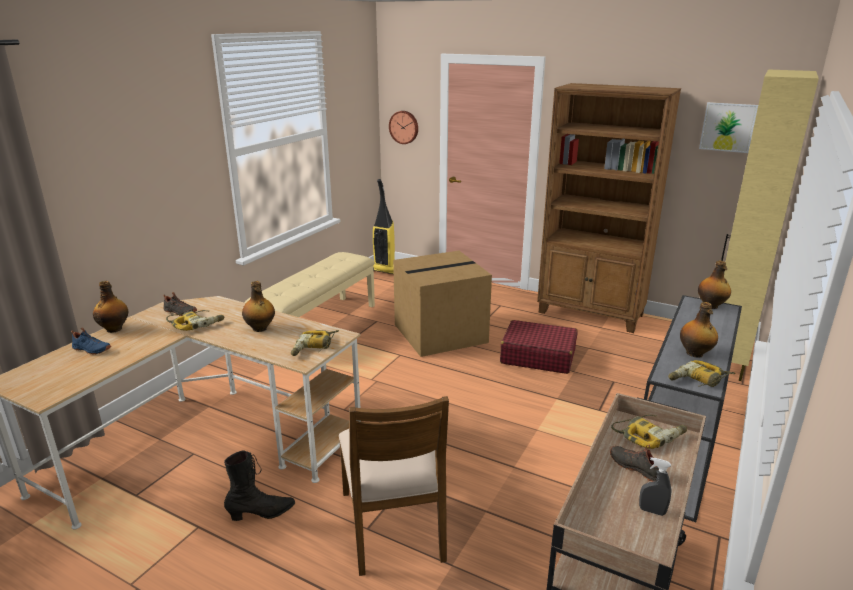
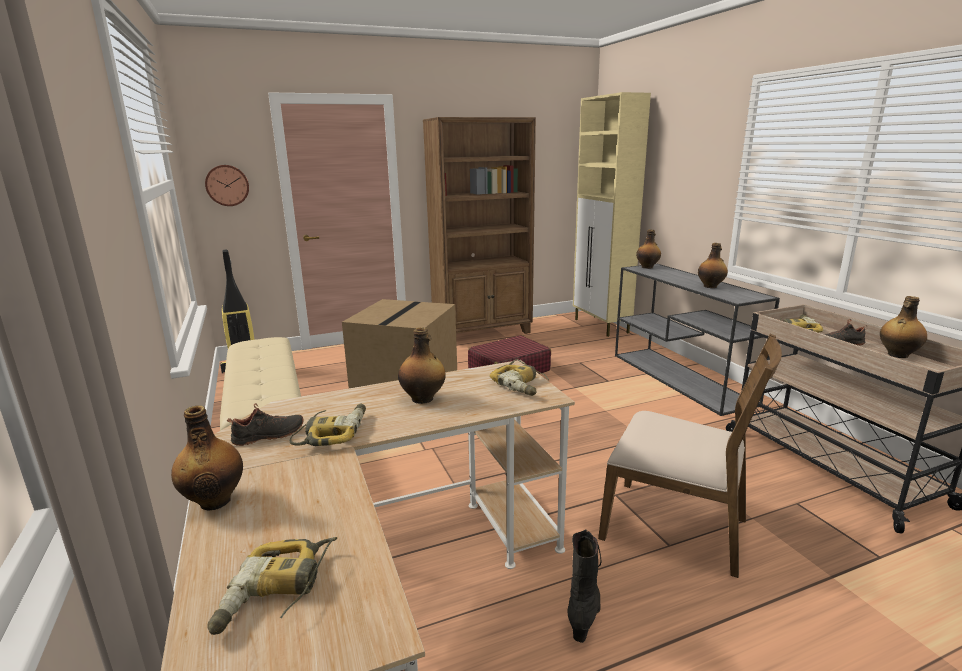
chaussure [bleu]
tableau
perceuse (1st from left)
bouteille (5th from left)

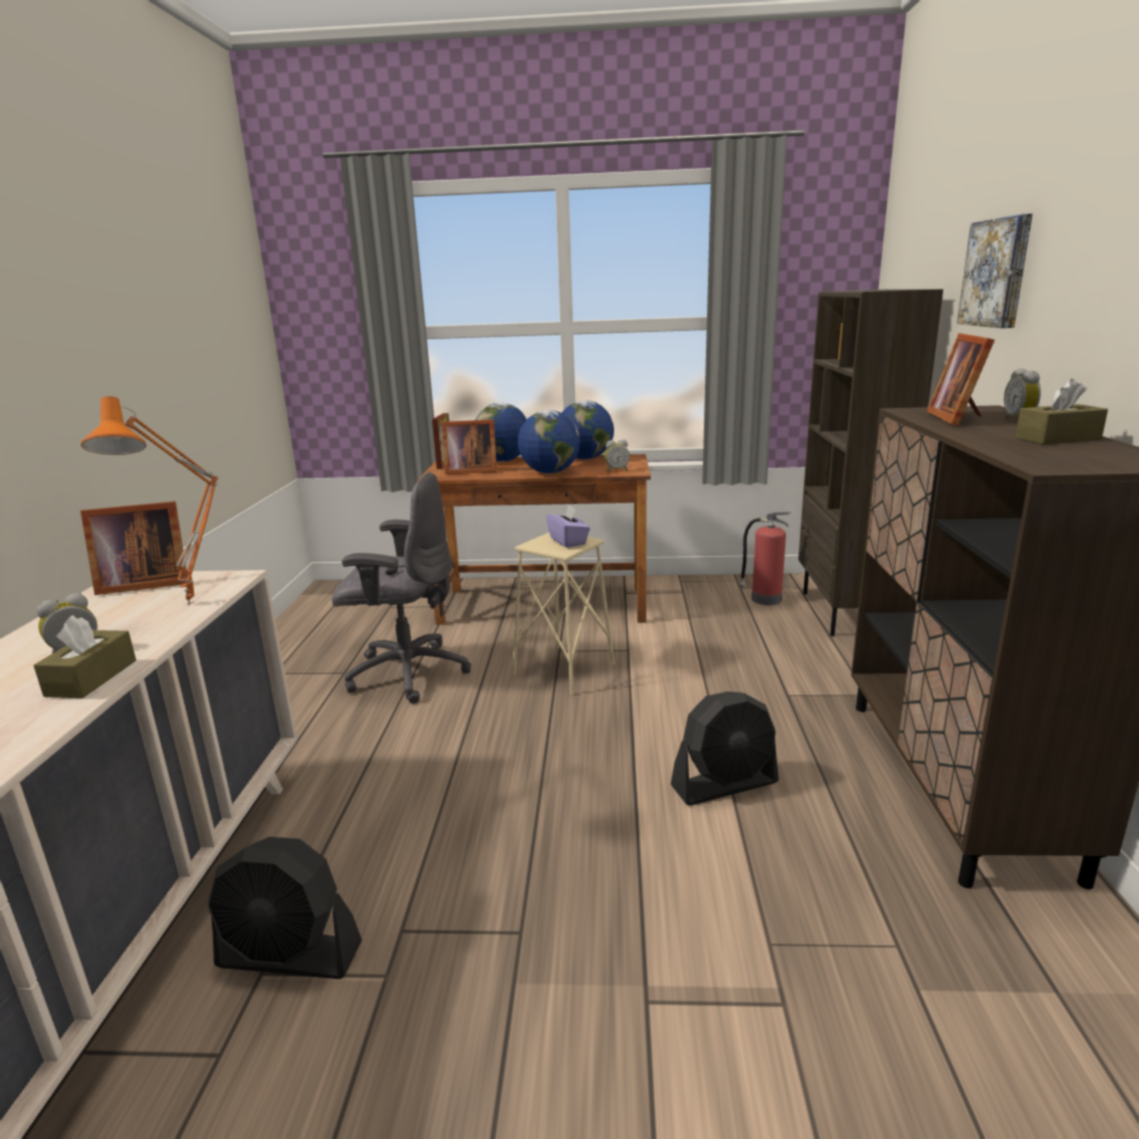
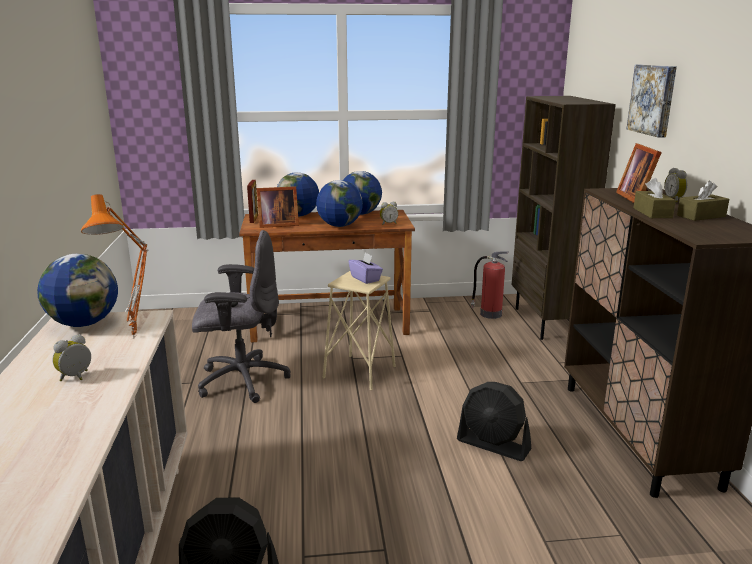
boîte à mouchoirs [marron] (1st from left)
globe (1st from left)
ventilateur [noir] (2nd from left)

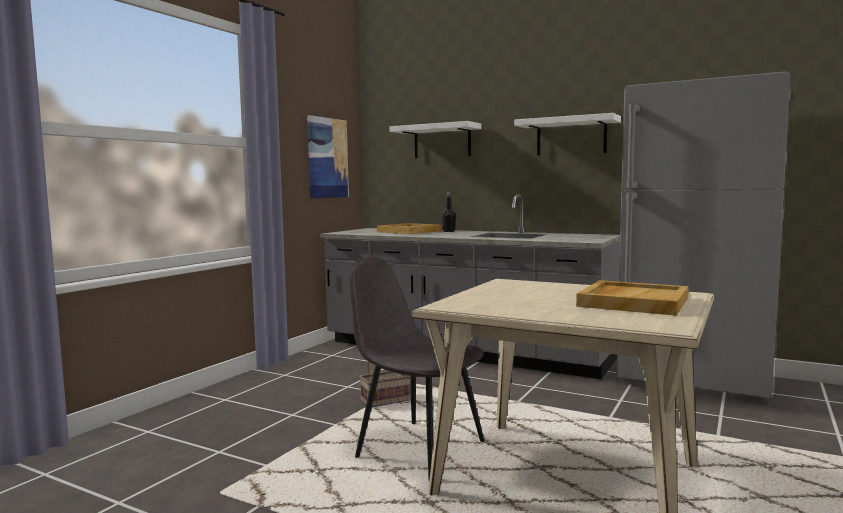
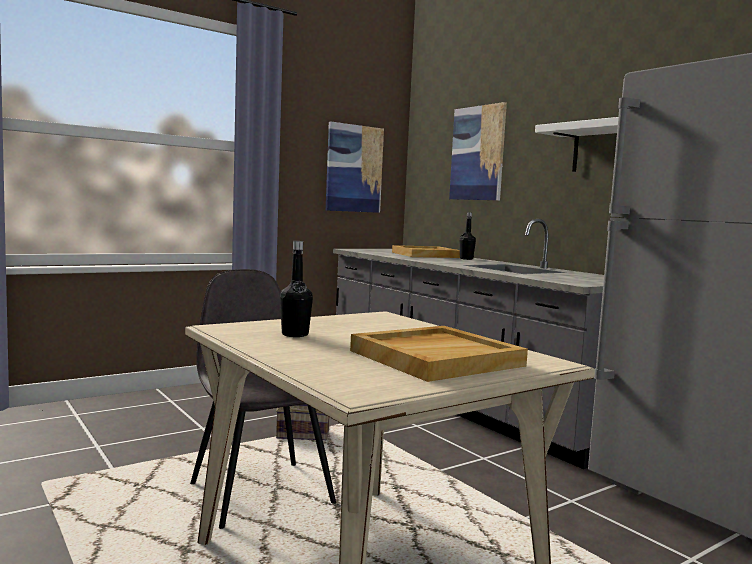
bouteille [noir] (1st from left)
tableau (2nd from left)

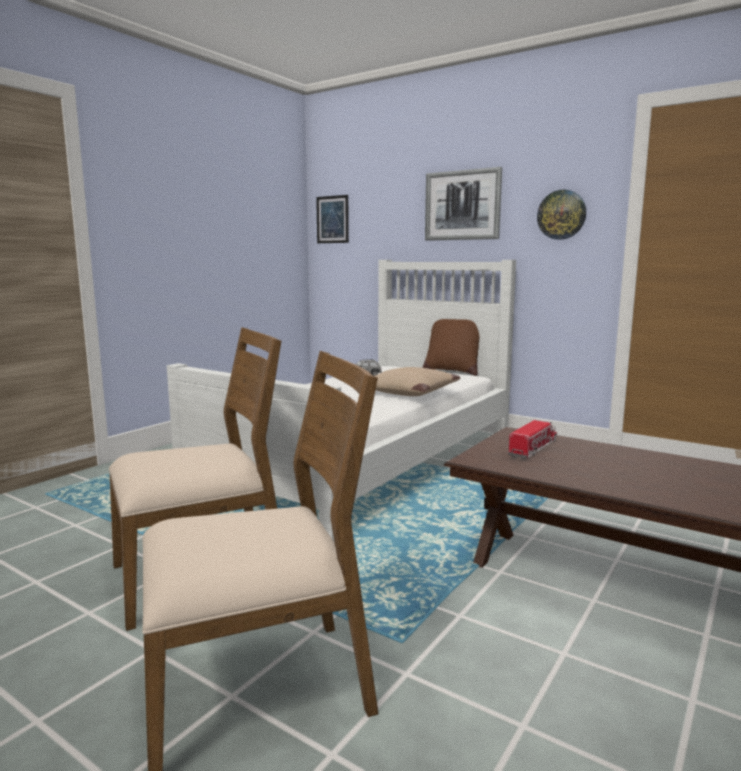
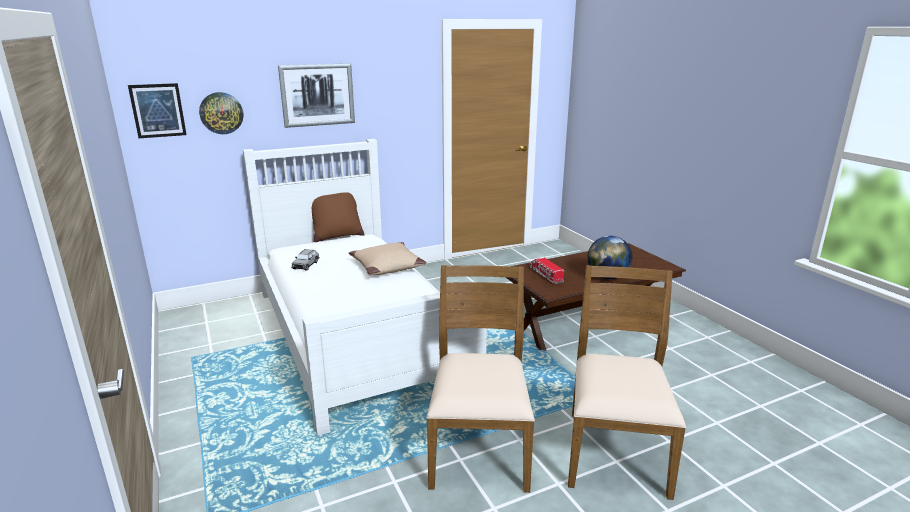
globe
horloge murale

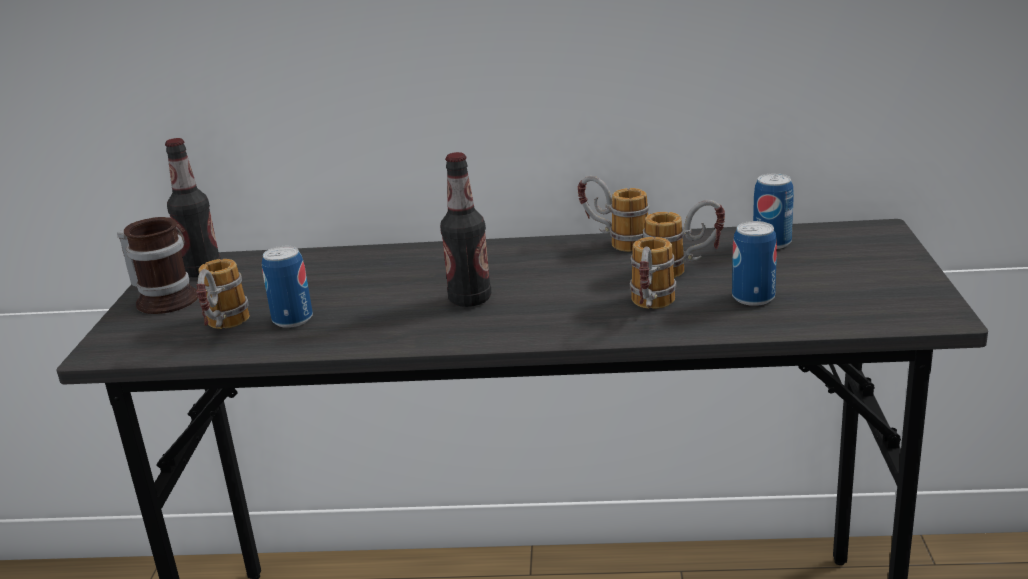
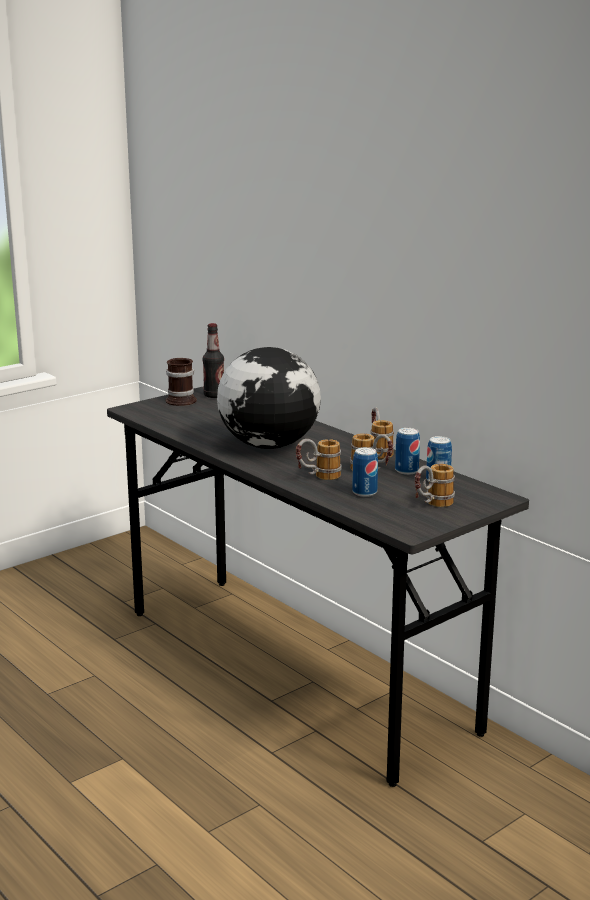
mug (5th from left)
boîte métallique (2nd from left)
globe

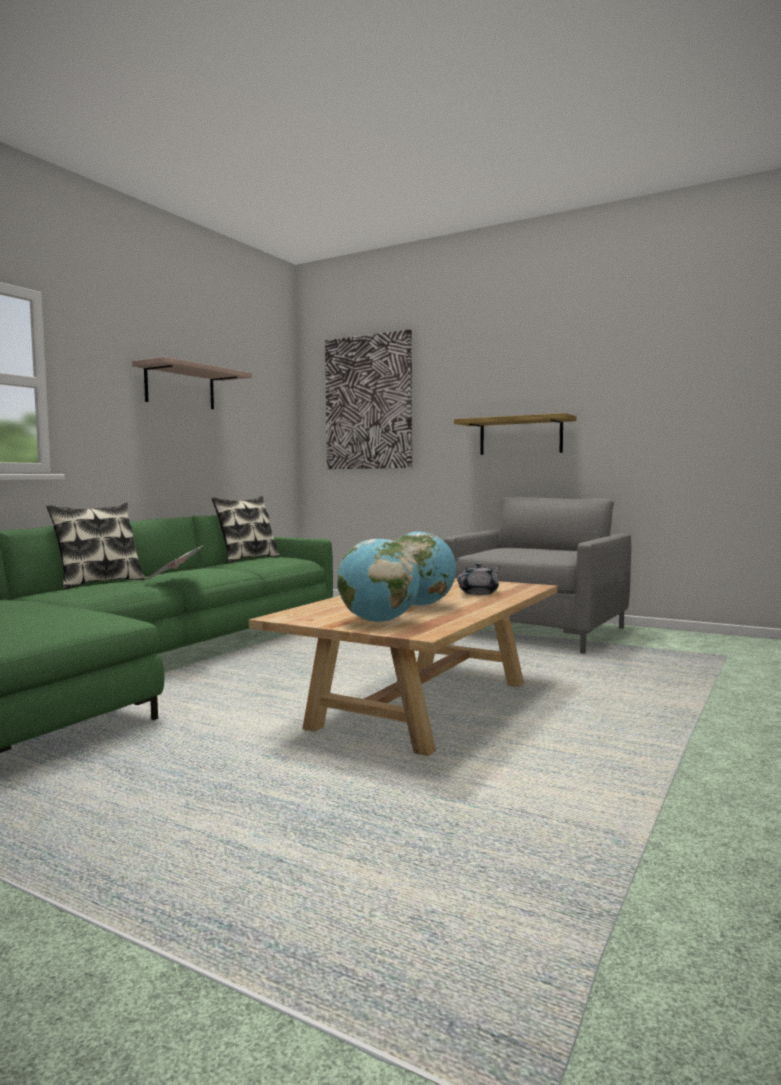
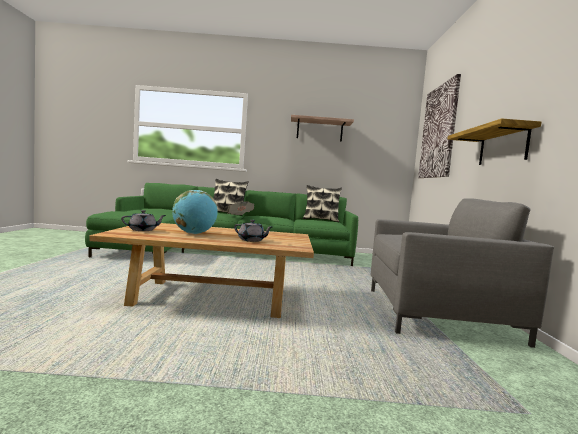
théière [gris] (1st from left)

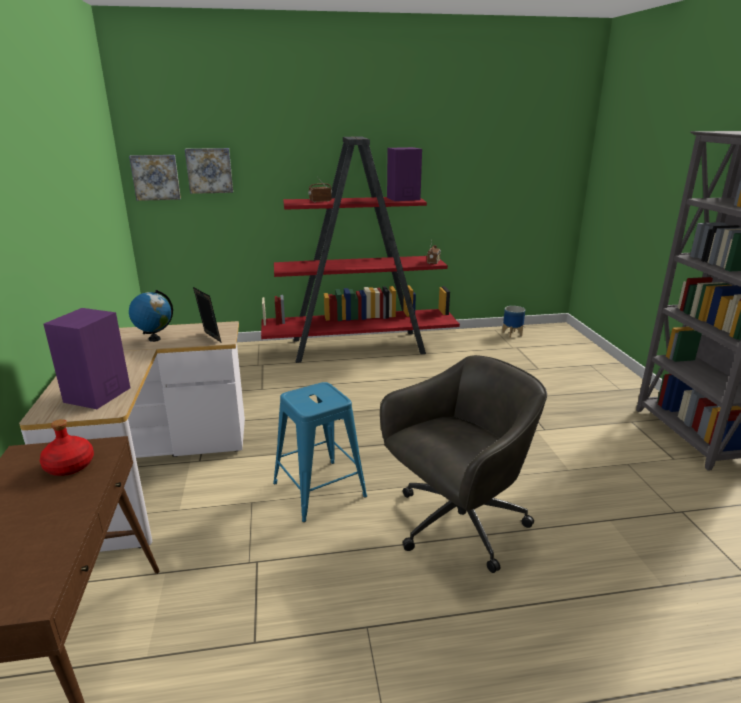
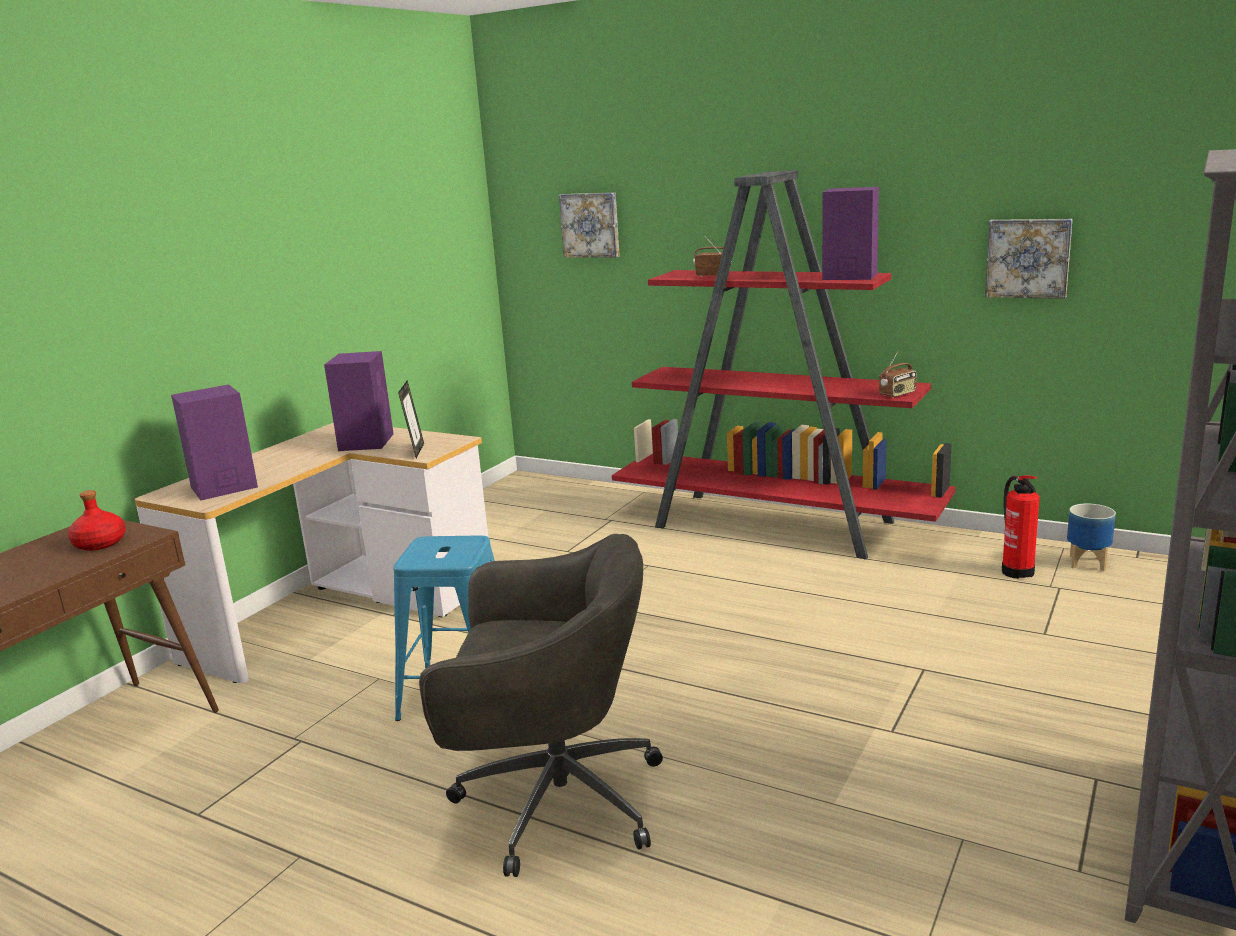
extincteur
tableau (2nd from left)
enceinte [violet] (2nd from left)

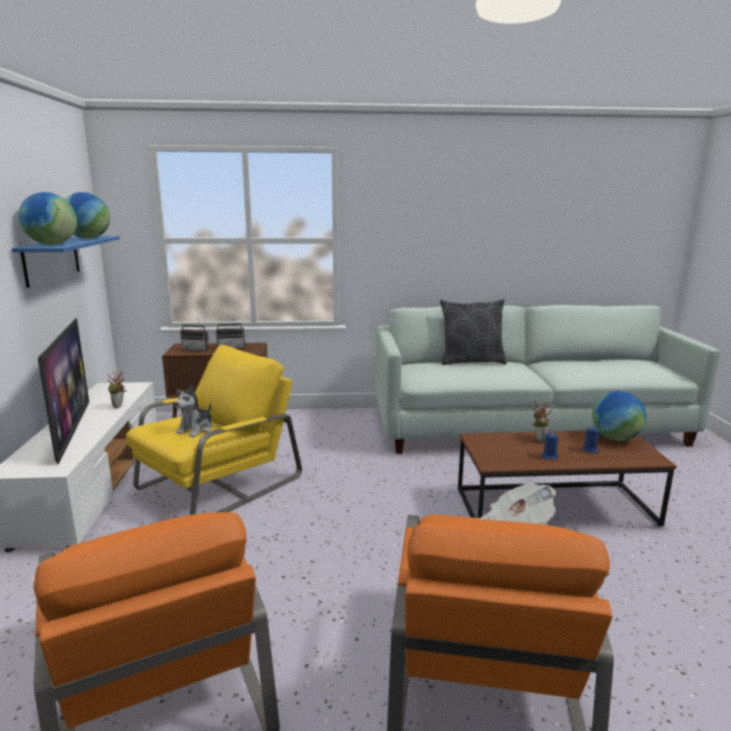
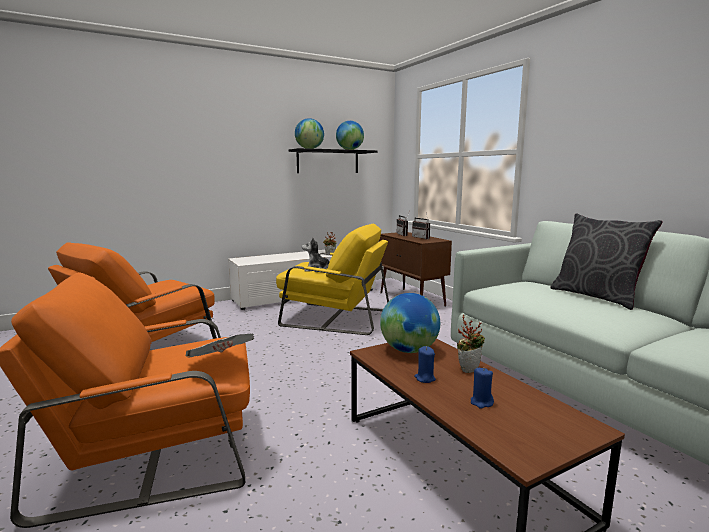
téléviseur
globe (3rd from left)
étagère [noir]

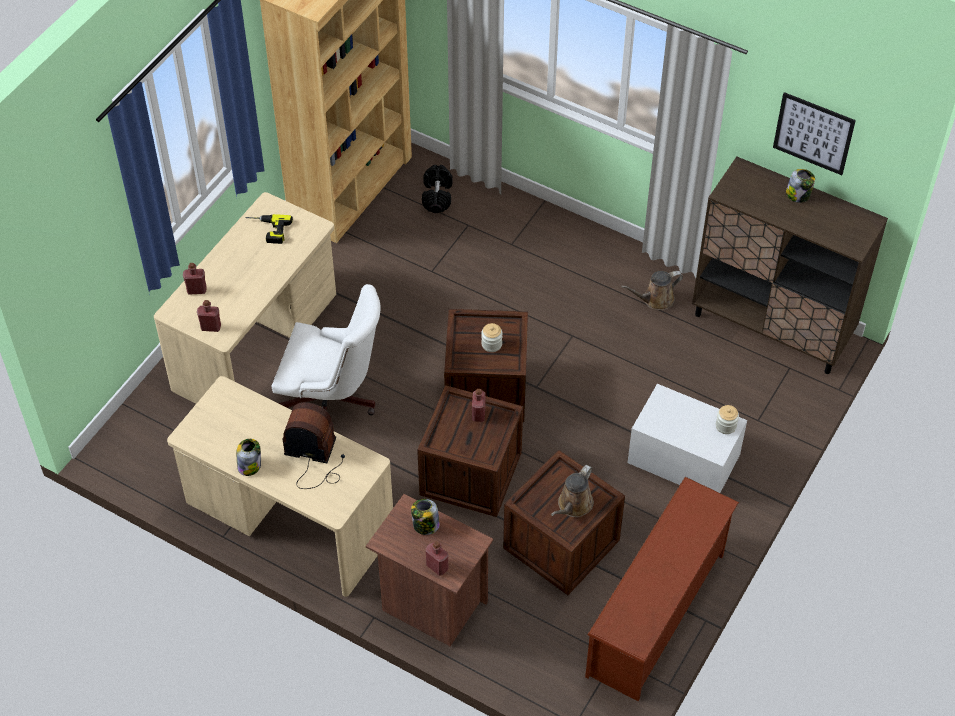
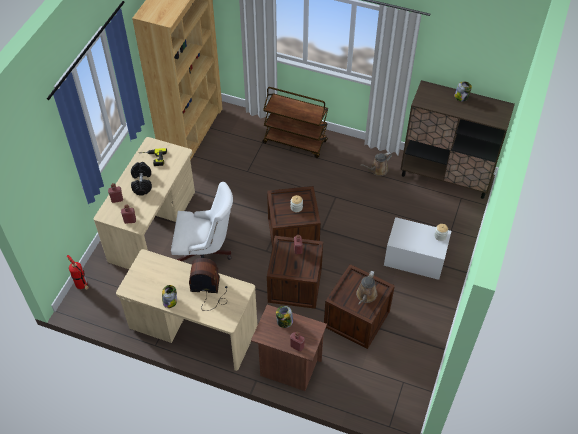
étagère à chaussures [marron]
tableau
extincteur
chariot [marron]
haltère [noir]

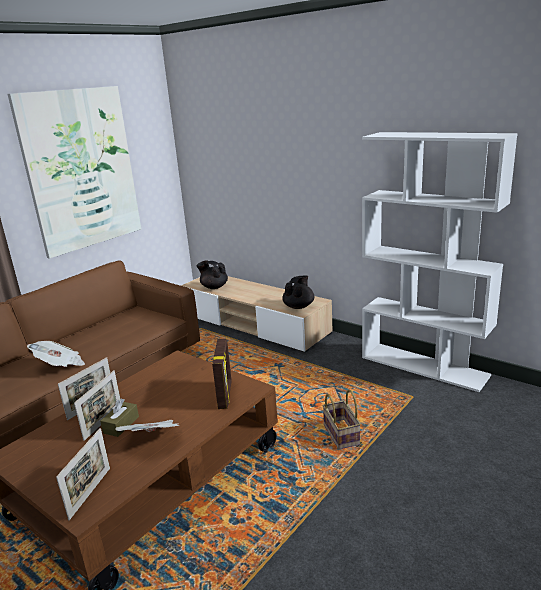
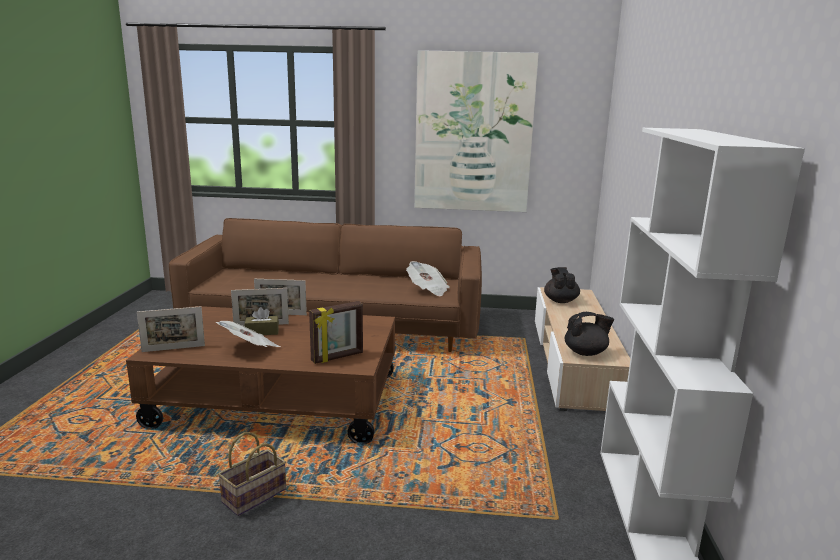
journal (2nd from left)
panier

